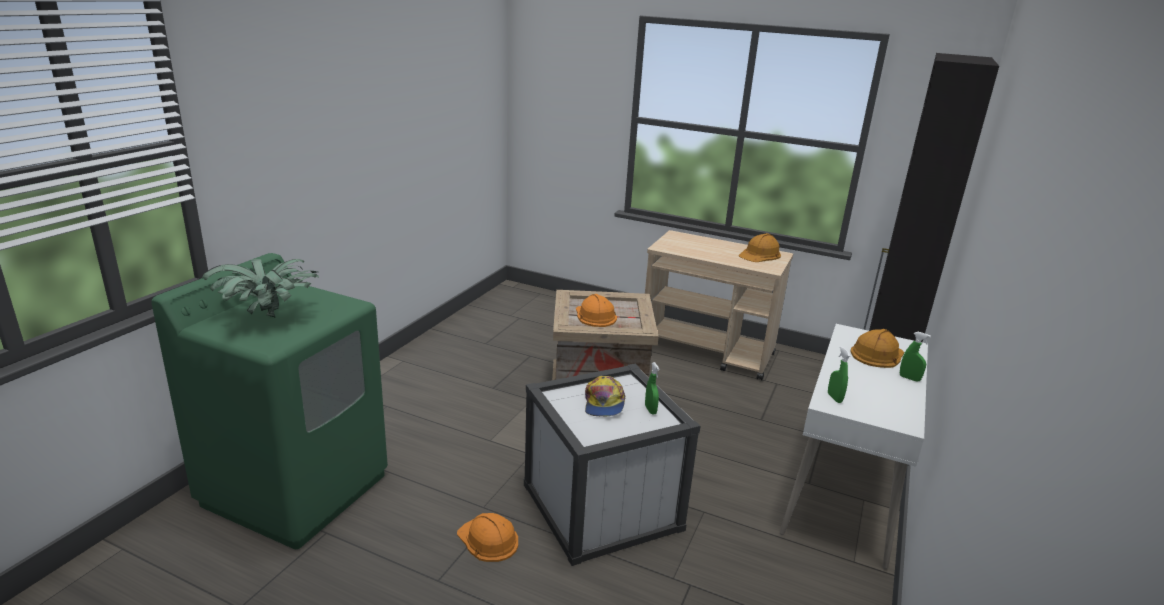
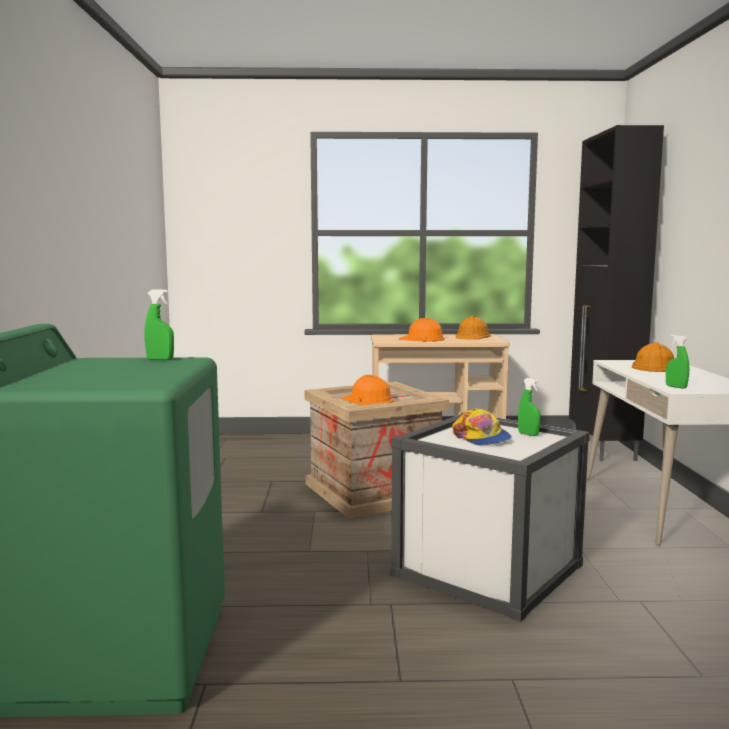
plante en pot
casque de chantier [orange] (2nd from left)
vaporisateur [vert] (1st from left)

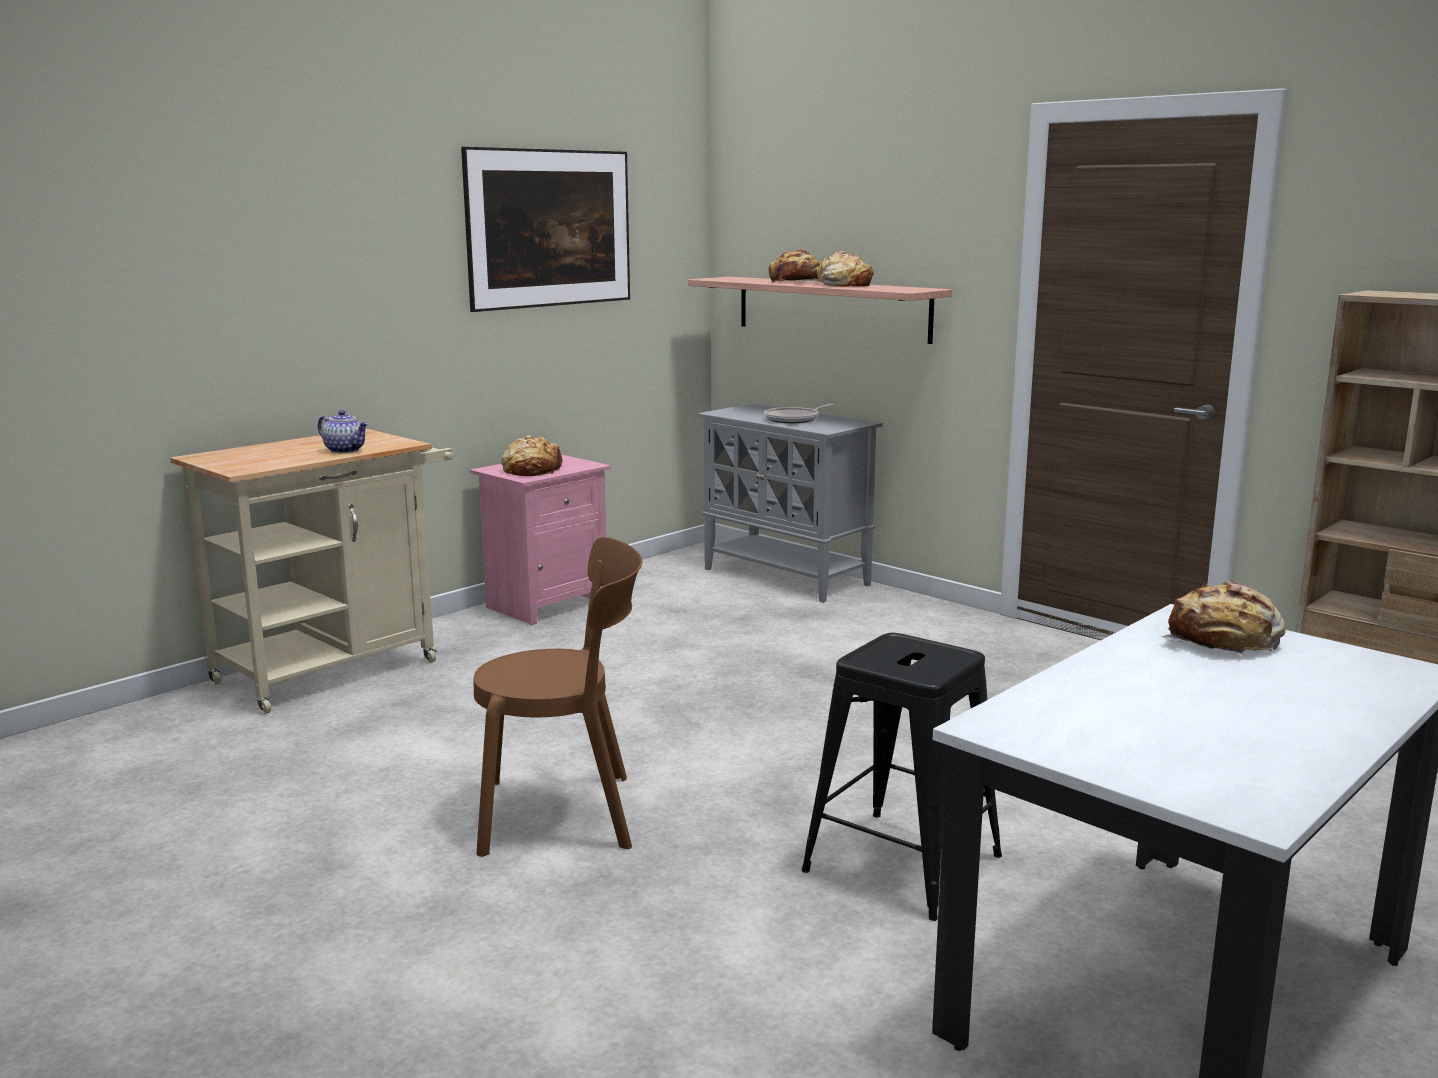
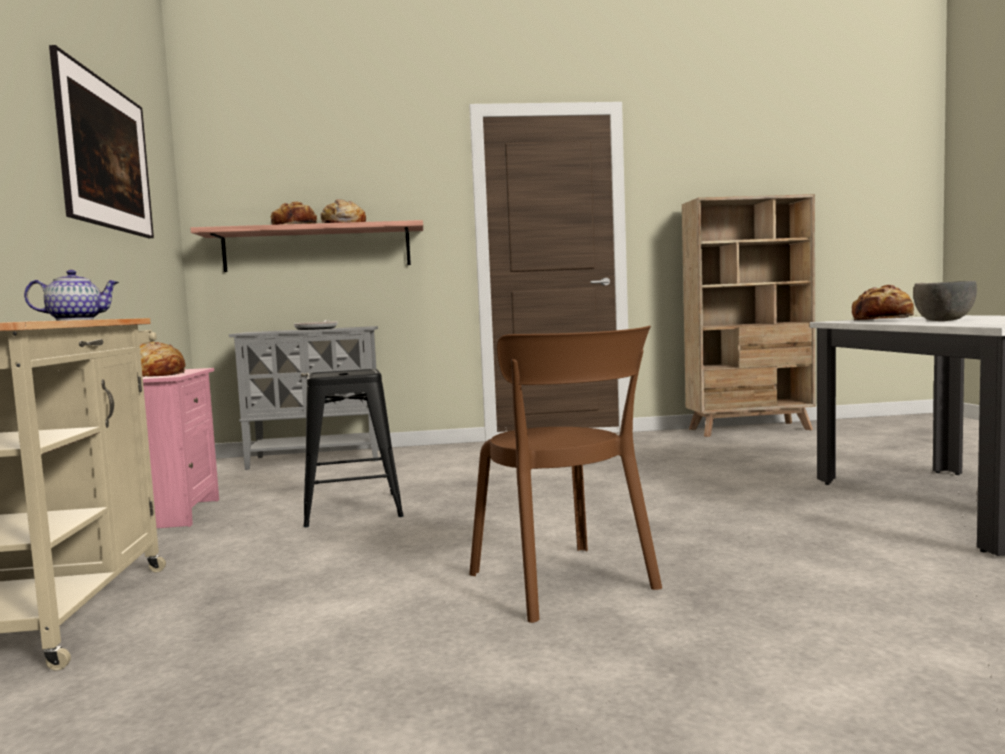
bol [gris]
tabouret [noir]
chaise [marron]

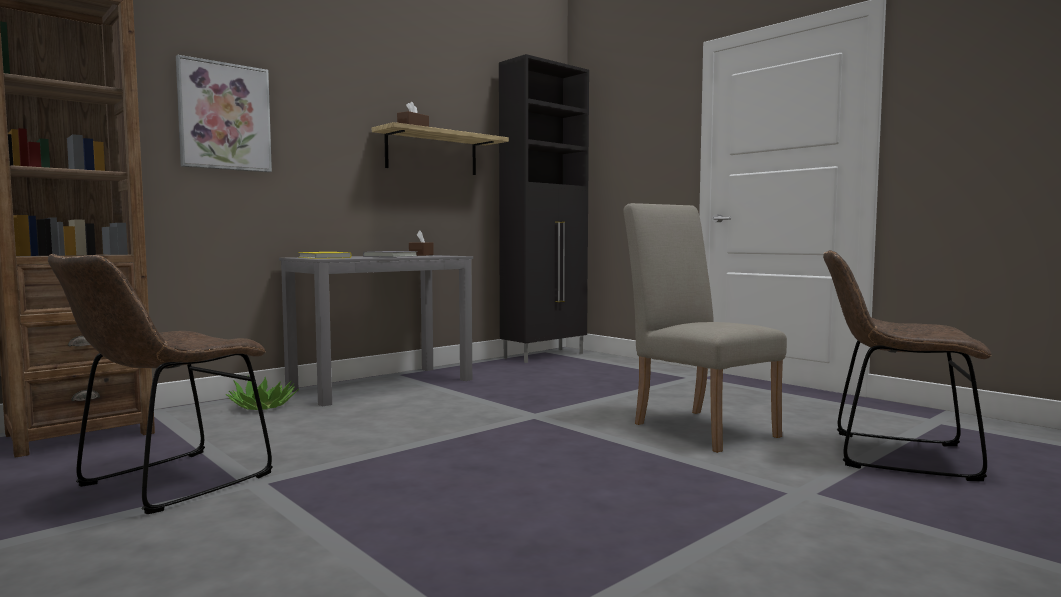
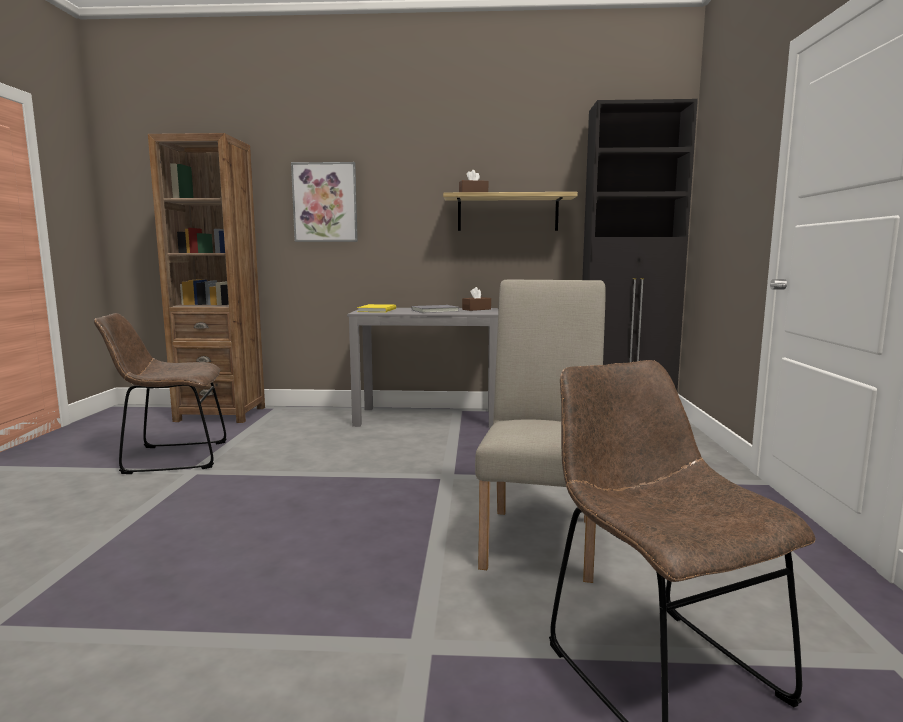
plante en pot

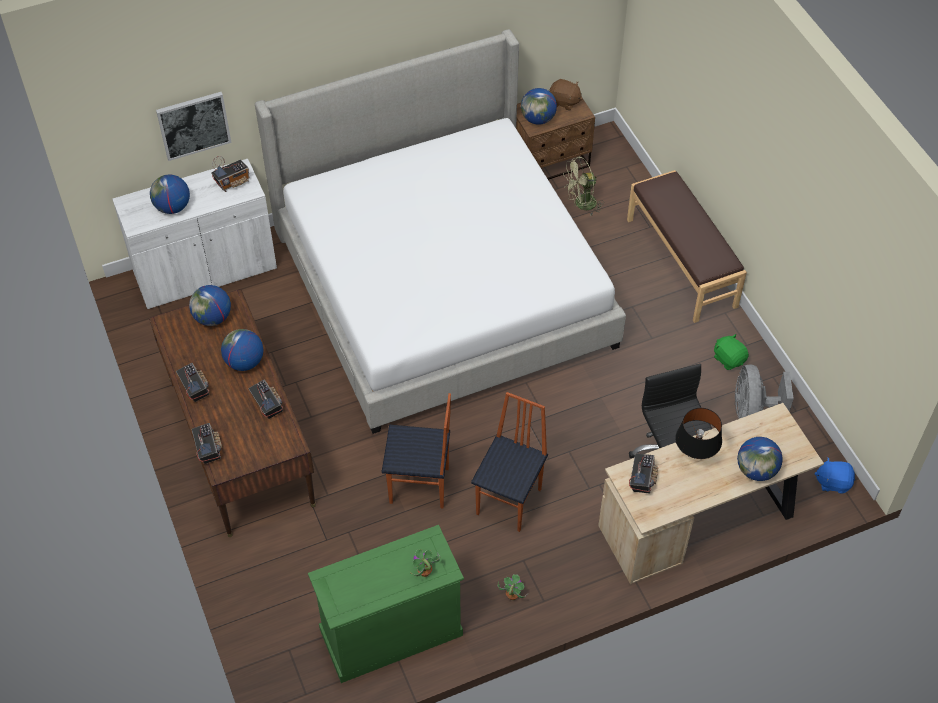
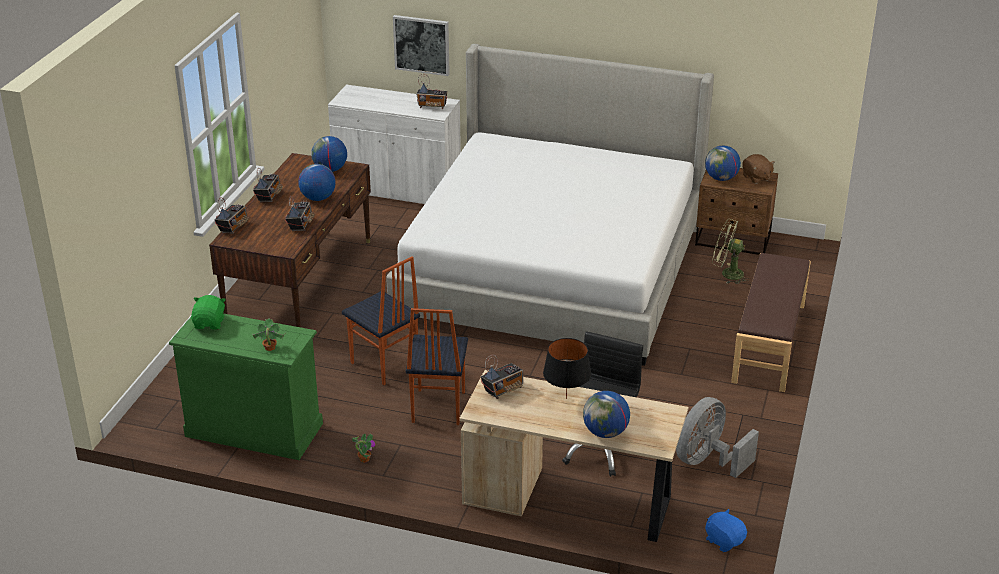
globe (1st from left in the first image)
peluche [vert]
chaise (2nd from left)

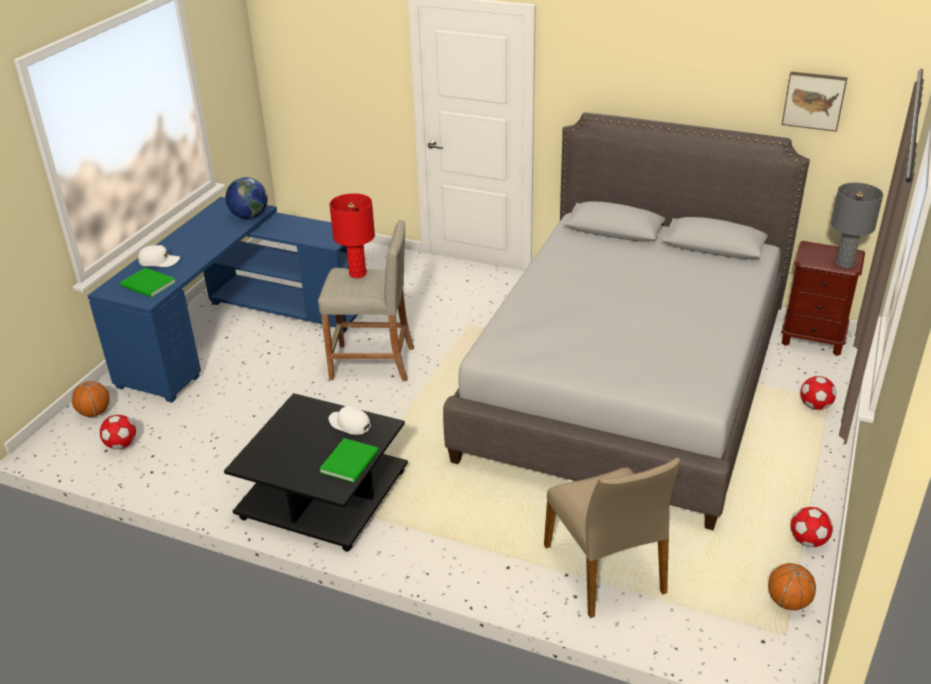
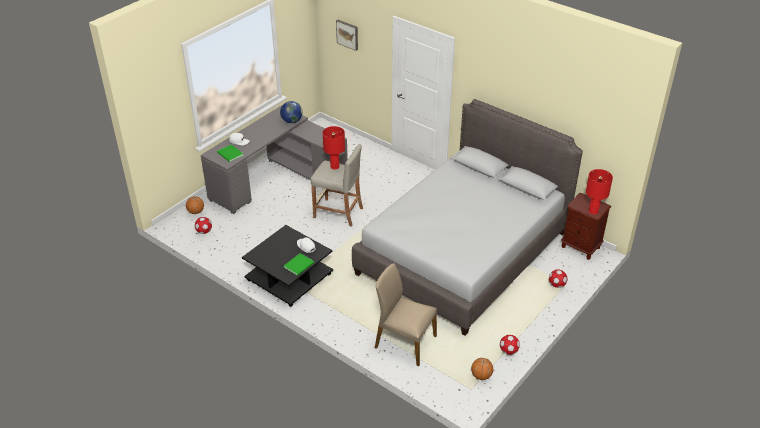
tableau
bureau [gris]
lampe de table [rouge] (2nd from left)
chaise [beige]

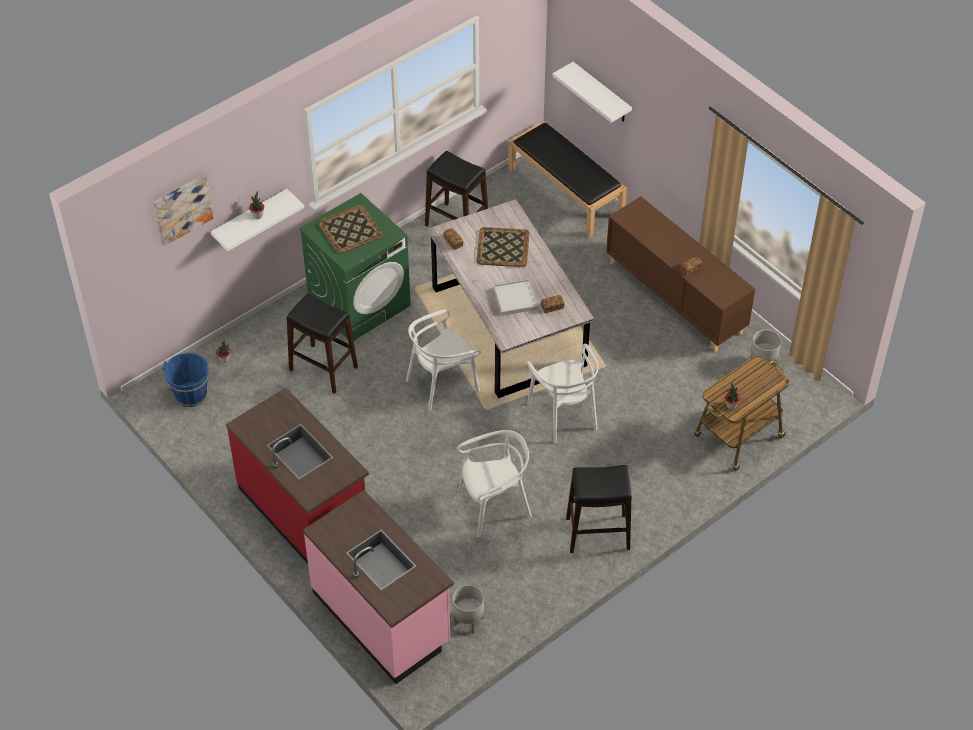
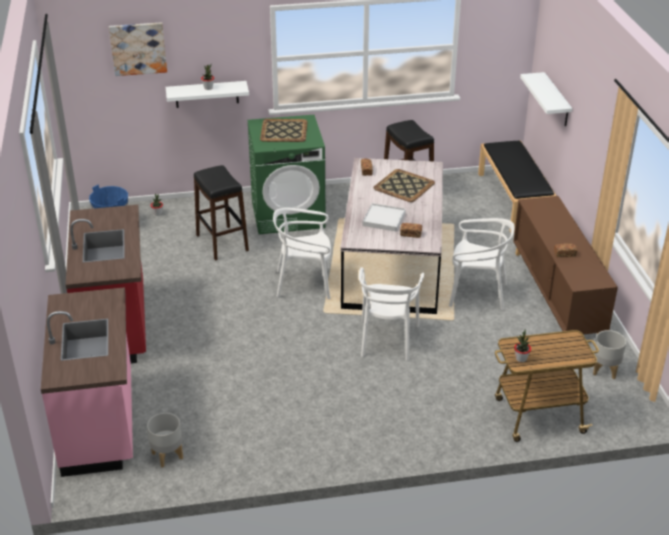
tabouret [noir] (3rd from left in the first image)
chaise [blanc] (3rd from left)

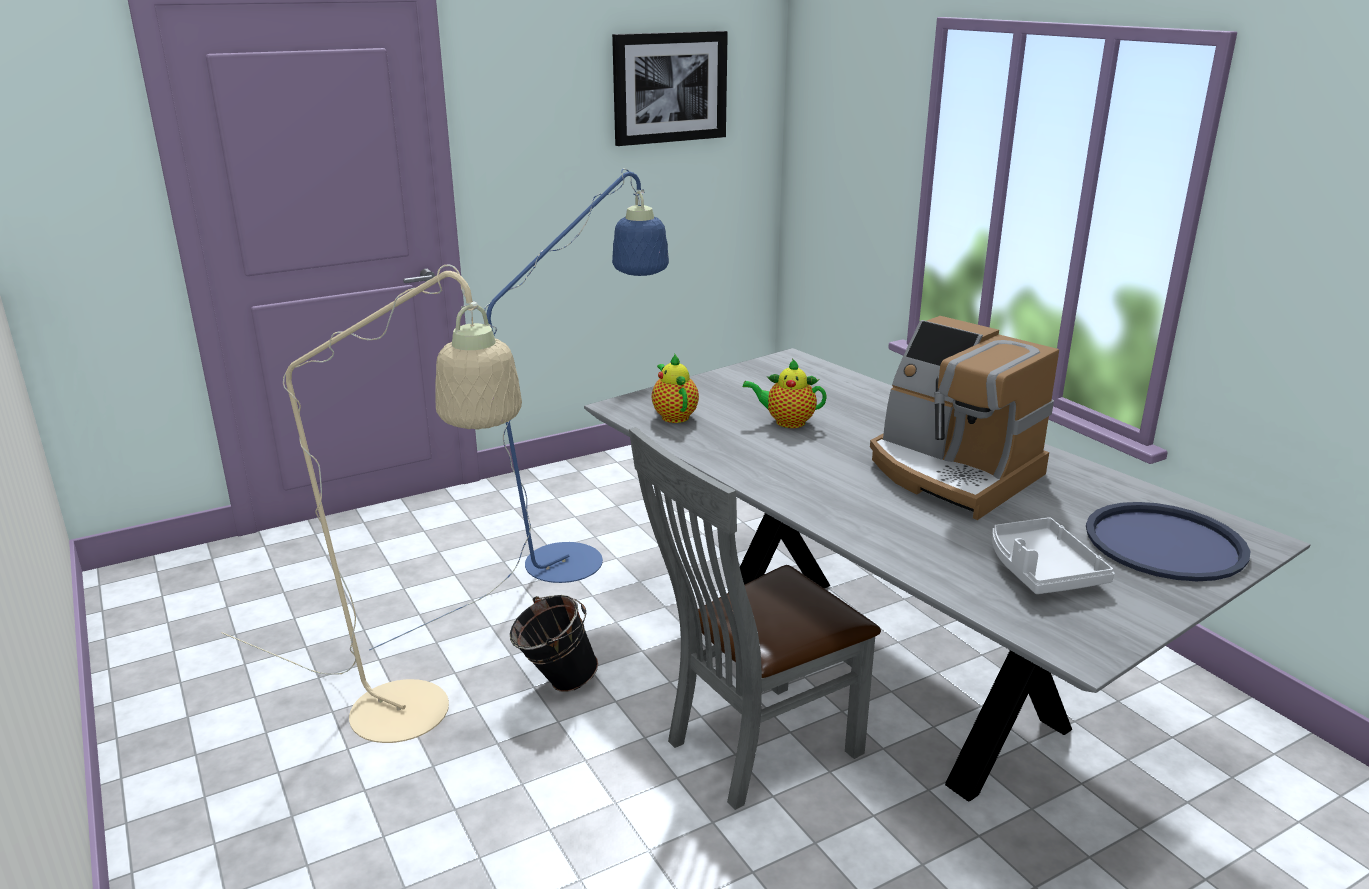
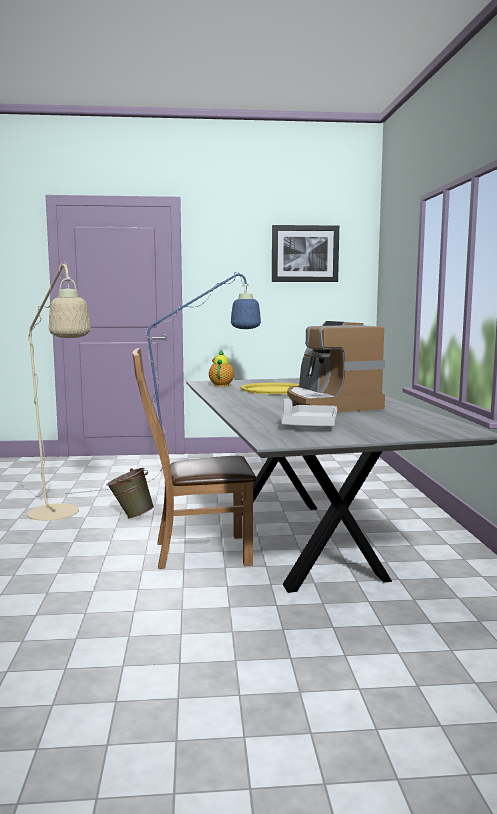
plateau [bleu]
plateau [jaune]
seau [vert]
chaise [marron]

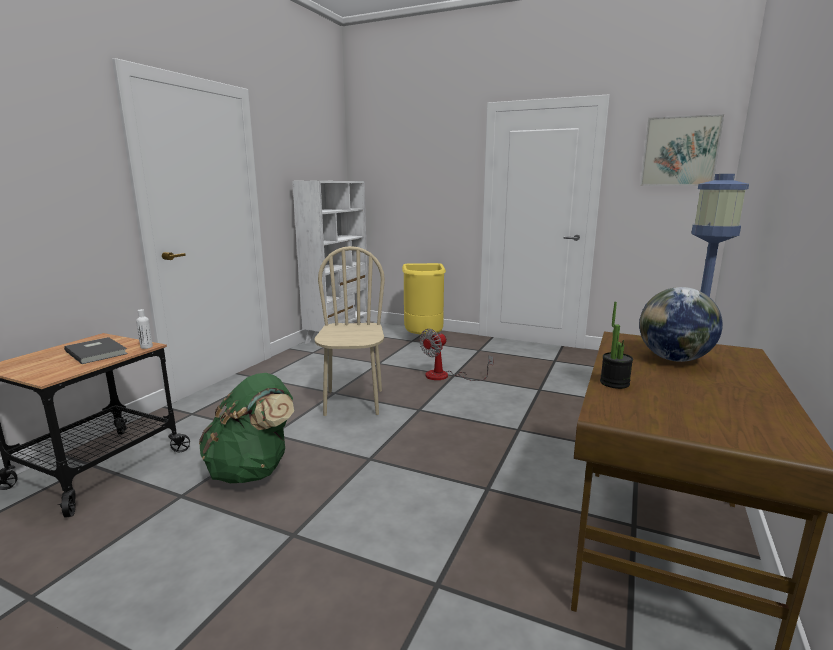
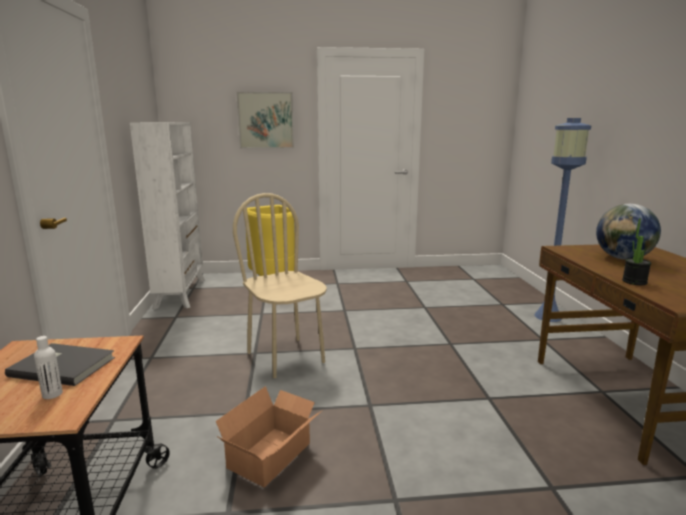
ventilateur
bouteille [blanc]
tableau
carton

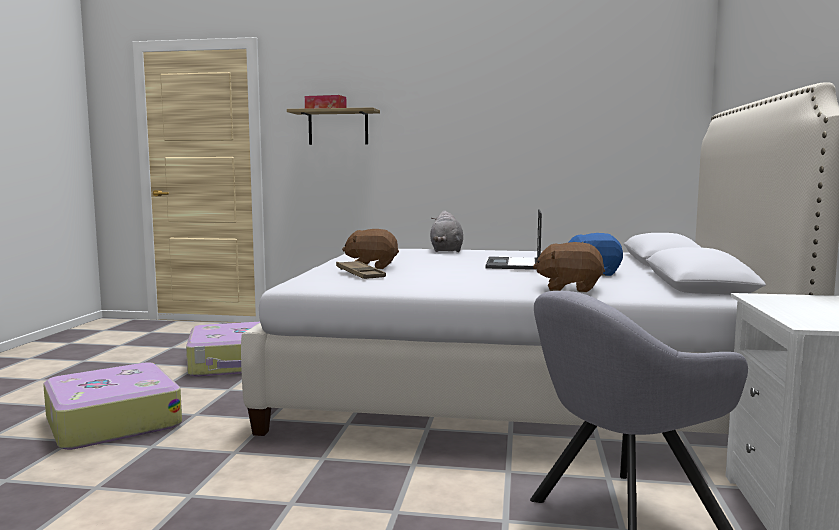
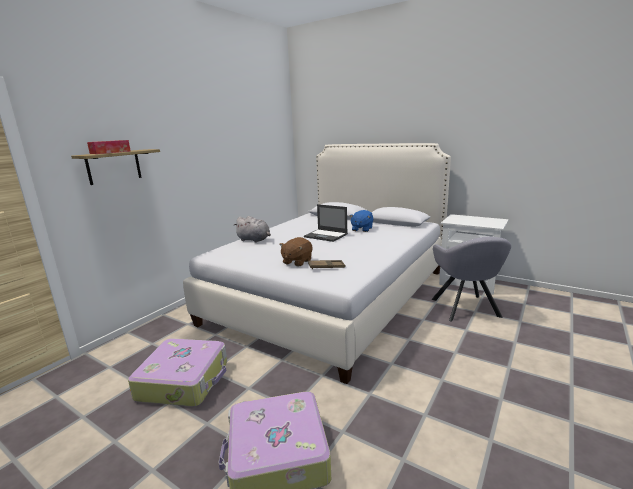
peluche [marron] (2nd from left in the first image)

